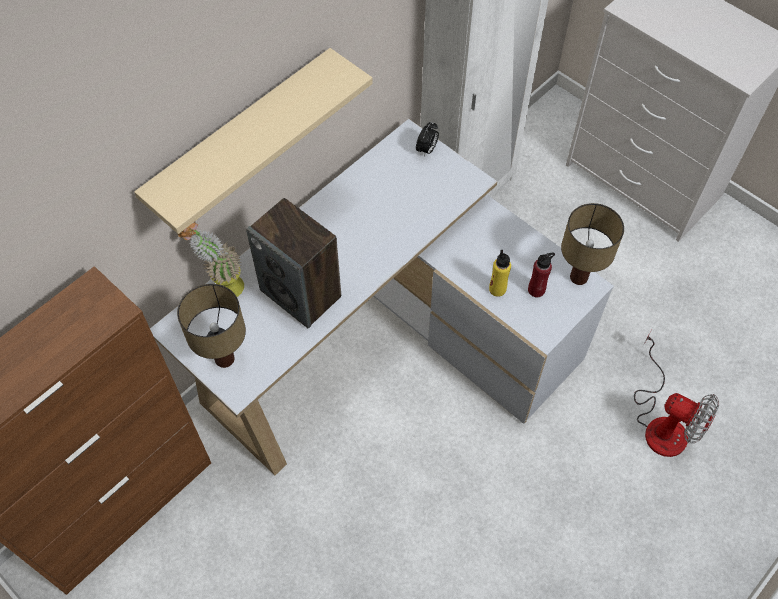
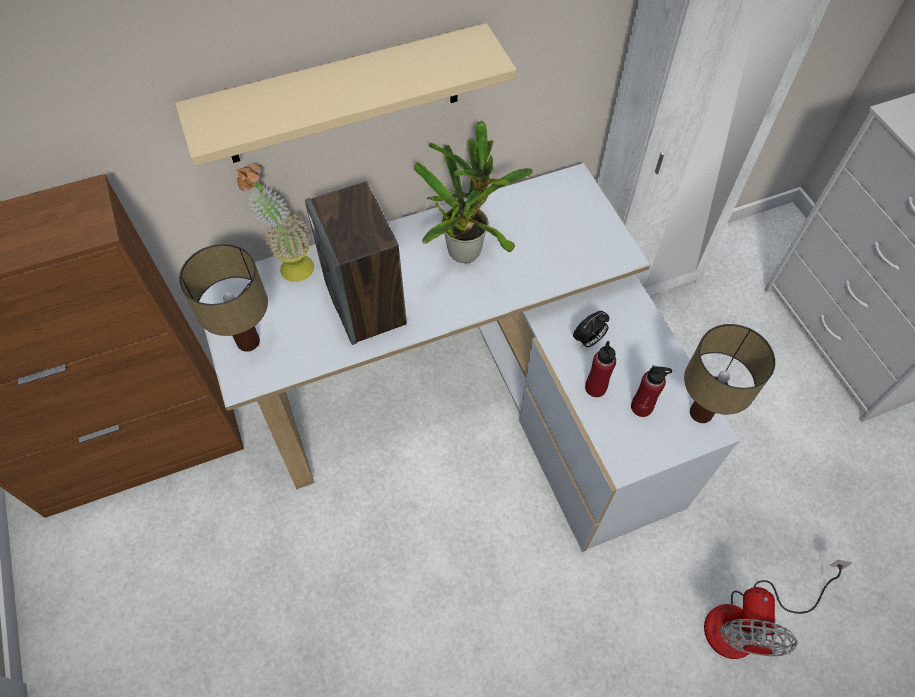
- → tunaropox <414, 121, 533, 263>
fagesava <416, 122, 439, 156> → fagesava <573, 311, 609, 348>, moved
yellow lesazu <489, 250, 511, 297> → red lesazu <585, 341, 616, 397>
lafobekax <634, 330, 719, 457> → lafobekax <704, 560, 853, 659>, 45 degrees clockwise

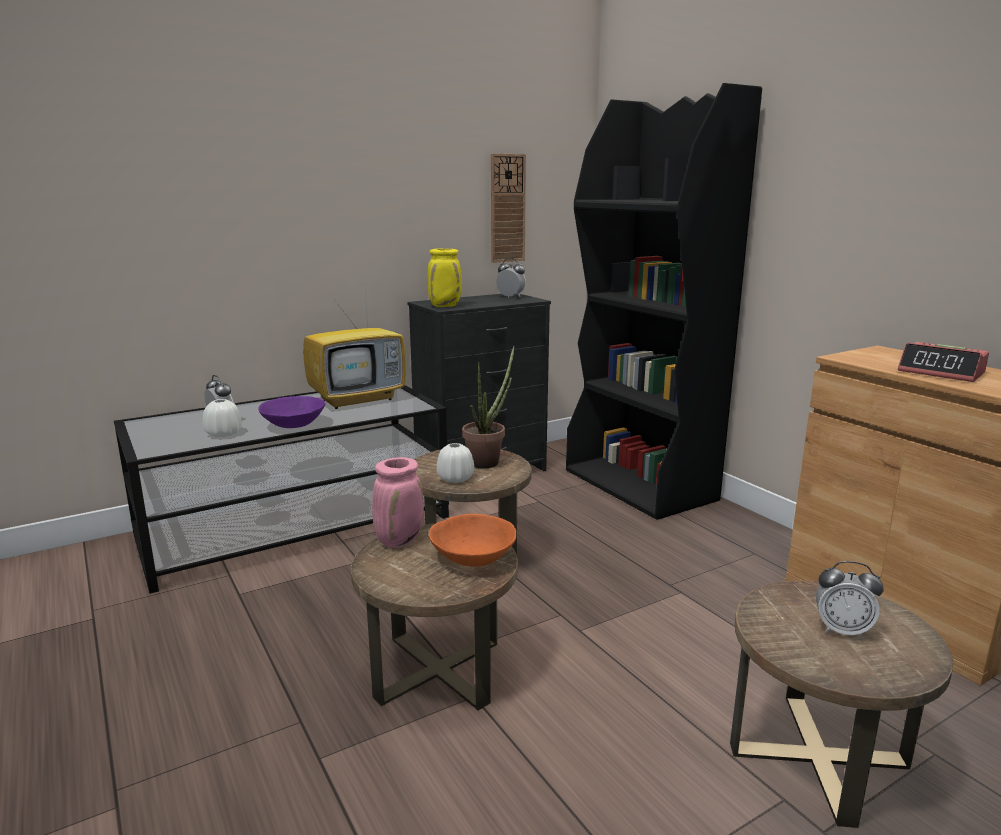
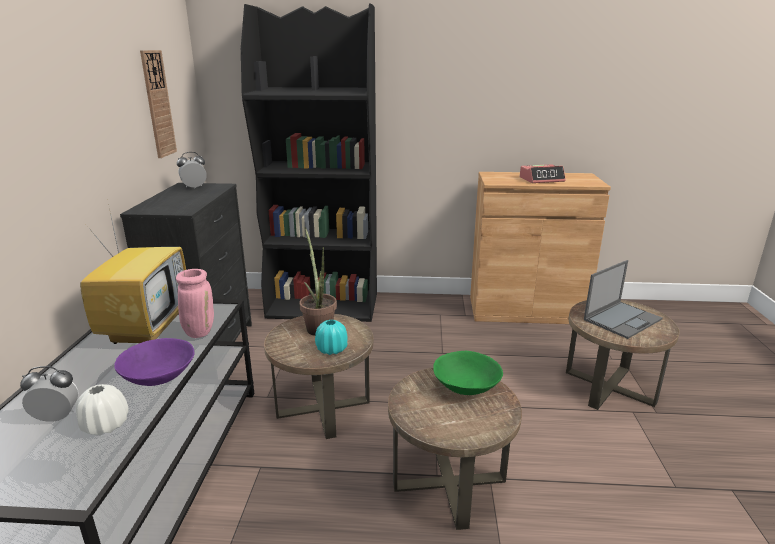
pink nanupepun <372, 457, 424, 548> → pink nanupepun <176, 269, 214, 338>, moved
white nanupepun <437, 443, 474, 483> → turquoise nanupepun <315, 320, 348, 355>
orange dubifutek <429, 514, 516, 567> → green dubifutek <433, 351, 503, 395>
fagesava <816, 561, 884, 639> → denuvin <584, 260, 663, 339>
yellow nanupepun <428, 248, 462, 307> → -

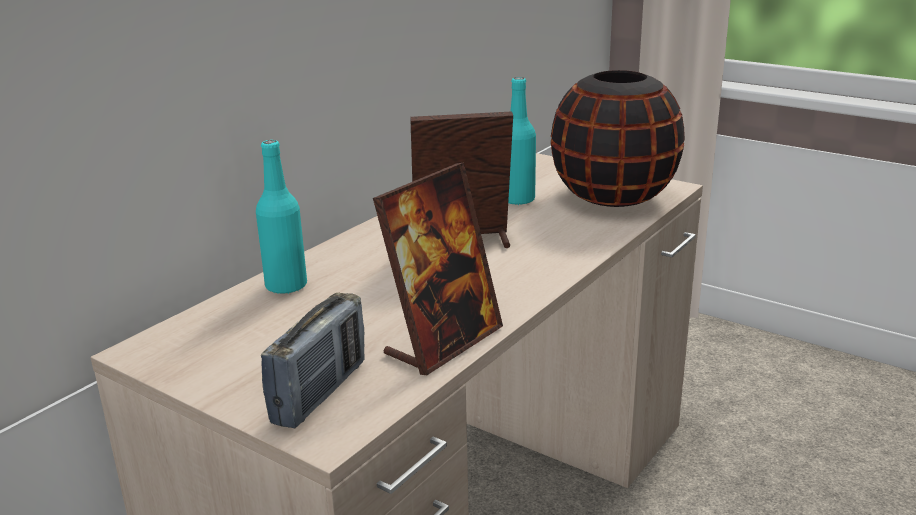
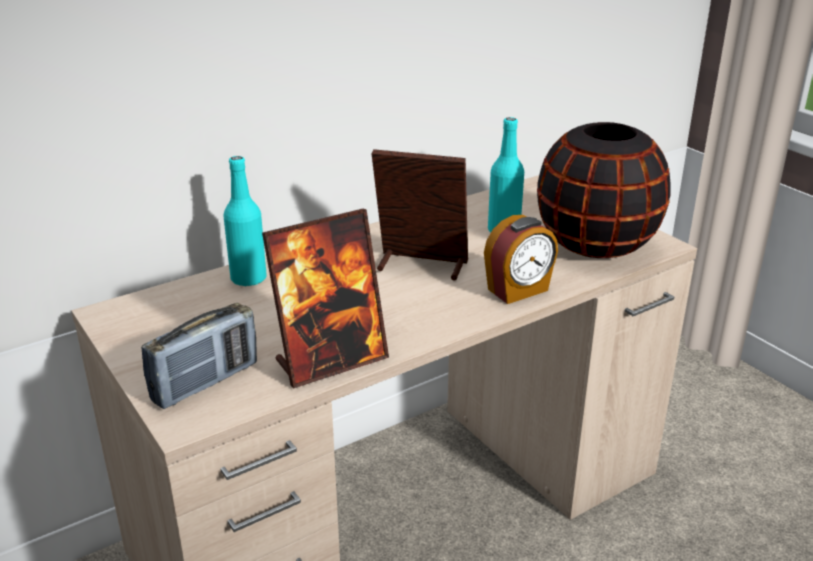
- → fagesava <484, 215, 558, 304>

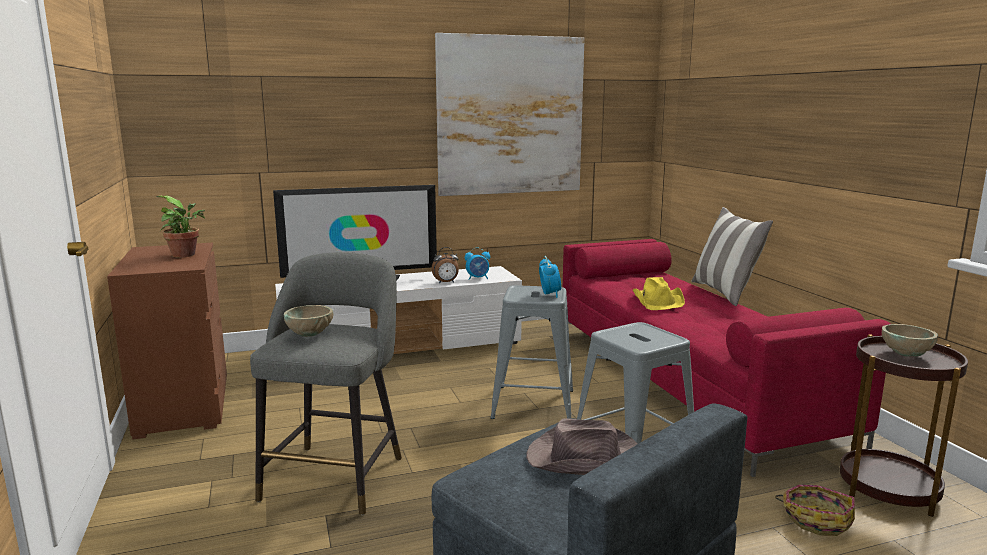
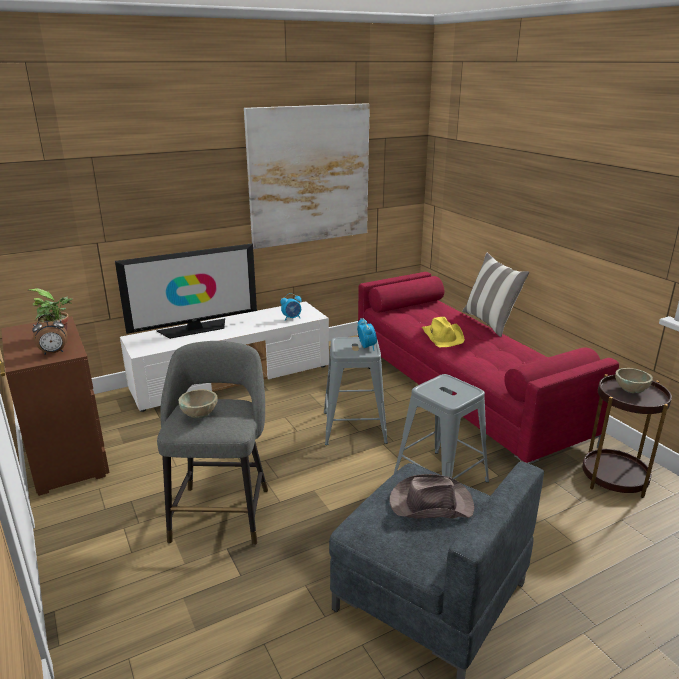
fagesava <431, 247, 459, 284> → fagesava <32, 314, 68, 355>, moved
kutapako <775, 485, 855, 536> → -

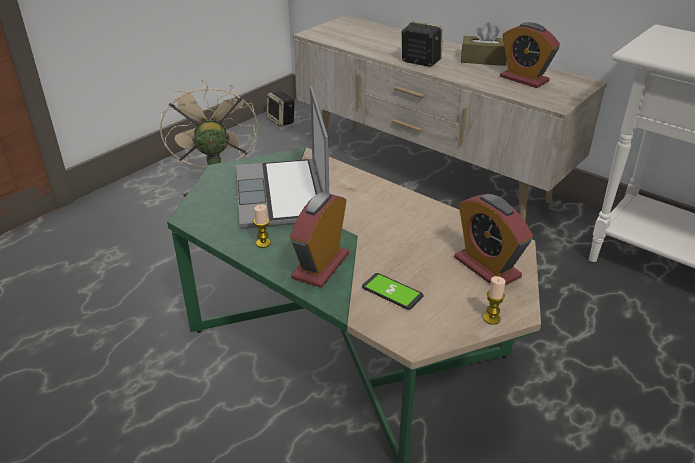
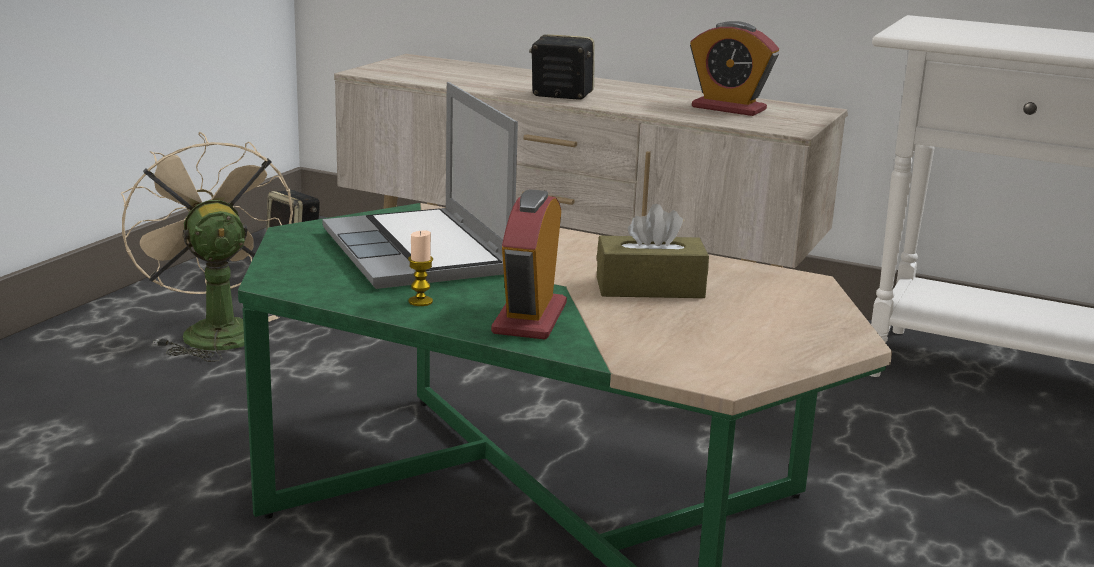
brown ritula <461, 23, 507, 66> → brown ritula <597, 204, 709, 298>, moved
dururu <362, 273, 424, 310> → -
fagesava <454, 194, 533, 285> → -
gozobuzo <483, 276, 506, 325> → -

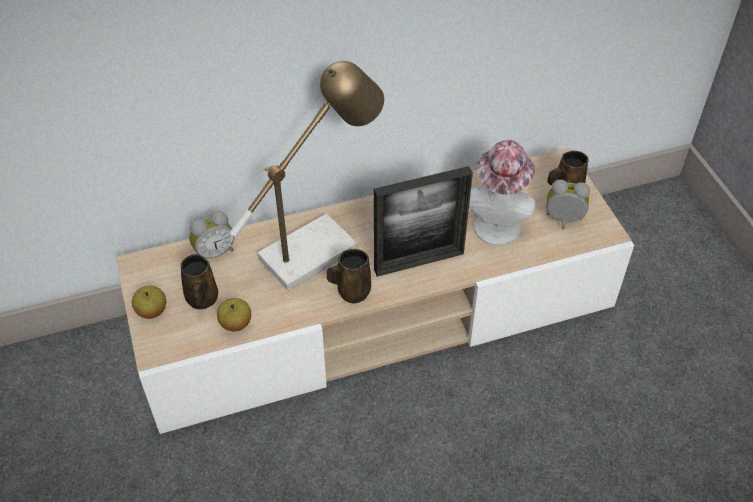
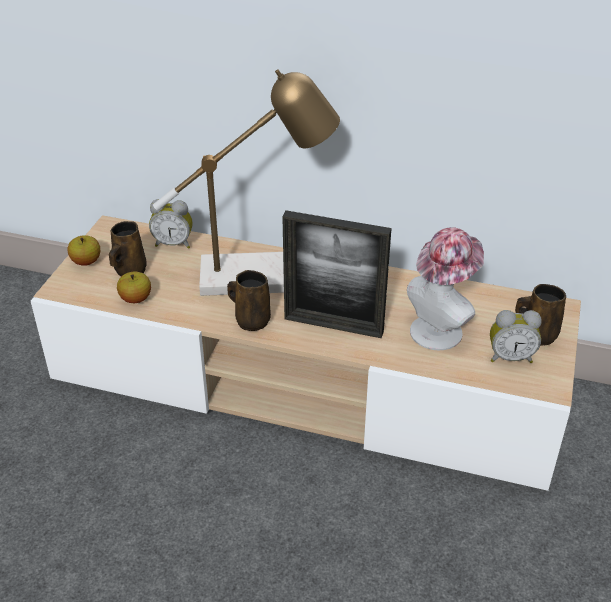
fagesava <546, 179, 590, 230> → fagesava <490, 310, 542, 363>, 135 degrees clockwise

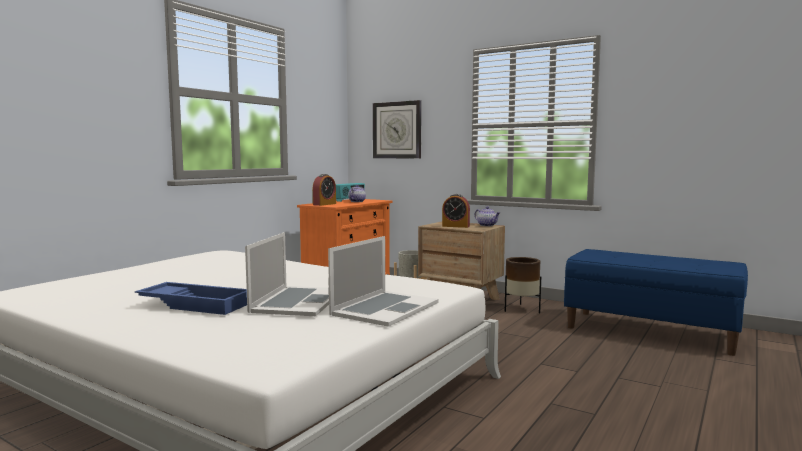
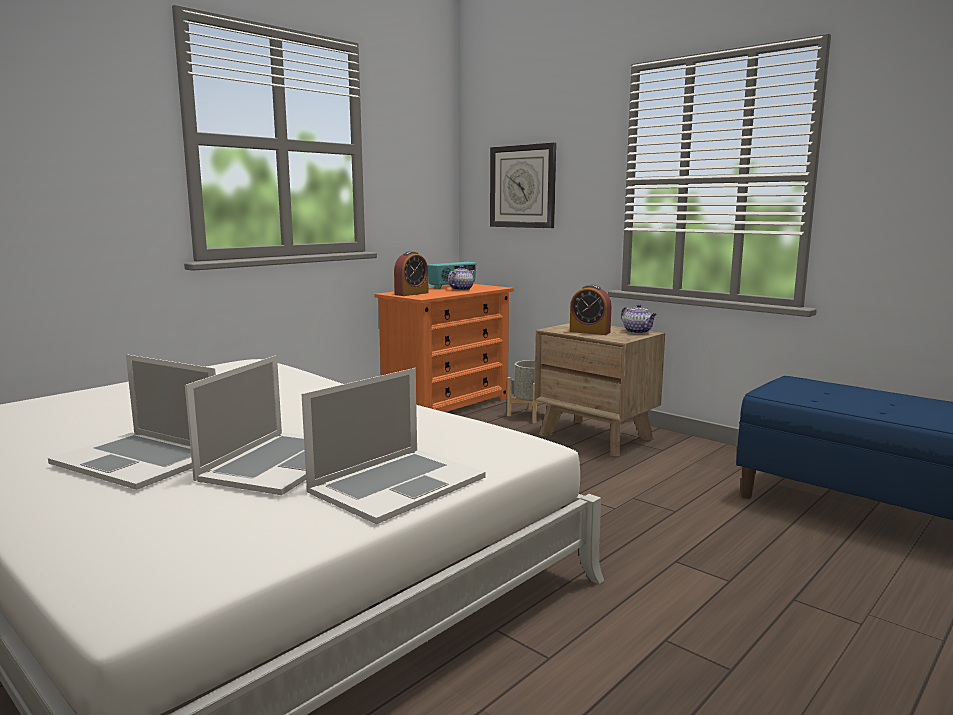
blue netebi <135, 282, 247, 315> → denuvin <48, 354, 216, 490>
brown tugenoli <505, 257, 541, 313> → -

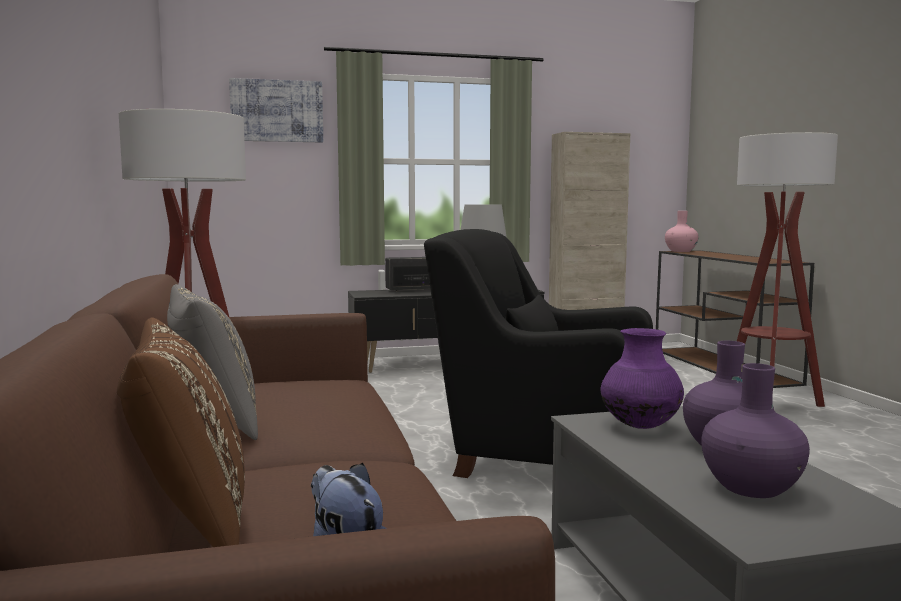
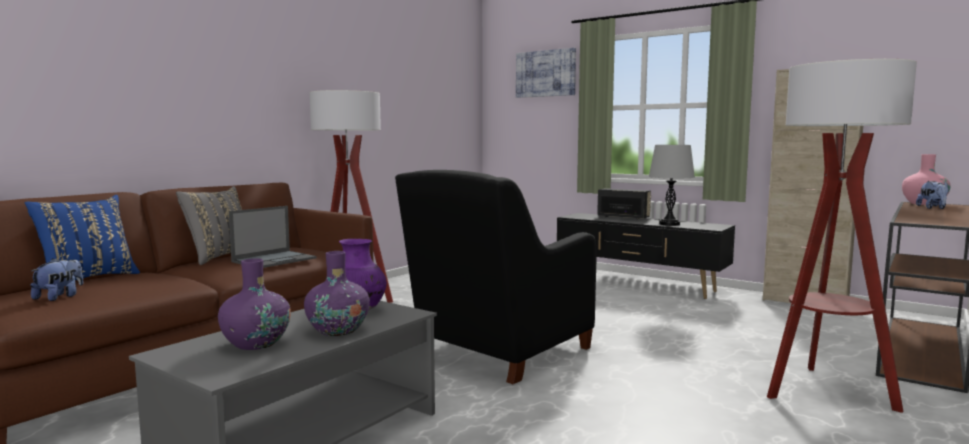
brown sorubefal <117, 318, 245, 547> → blue sorubefal <25, 195, 140, 280>
- → denuvin <229, 206, 317, 268>
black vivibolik <424, 229, 653, 478> → black vivibolik <395, 170, 597, 384>, 120 degrees counterclockwise
- → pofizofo <916, 181, 949, 209>

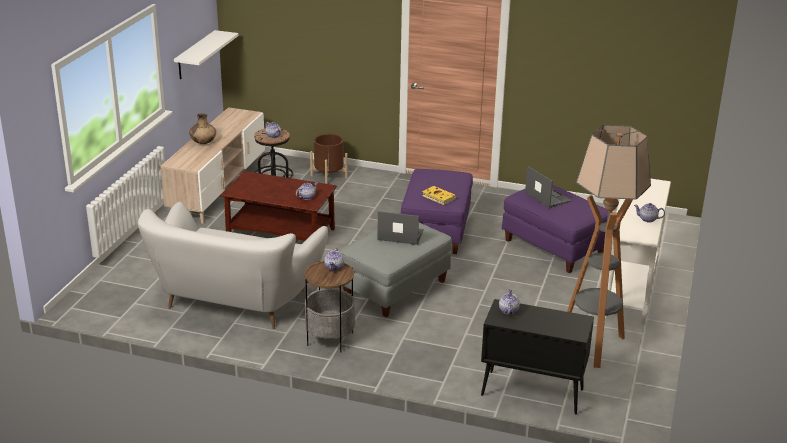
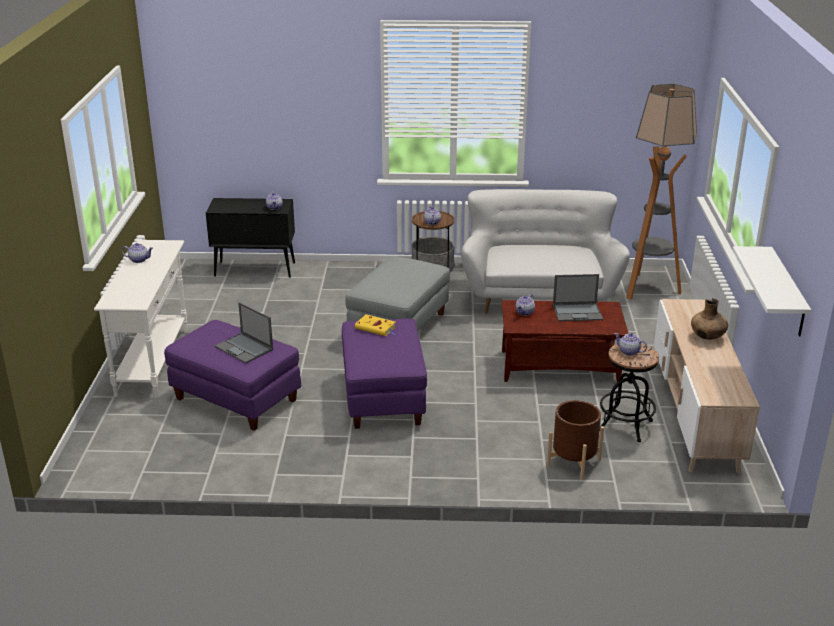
denuvin <377, 211, 424, 245> → denuvin <553, 274, 603, 321>, moved
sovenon <567, 125, 651, 368> → sovenon <626, 84, 697, 300>, moved

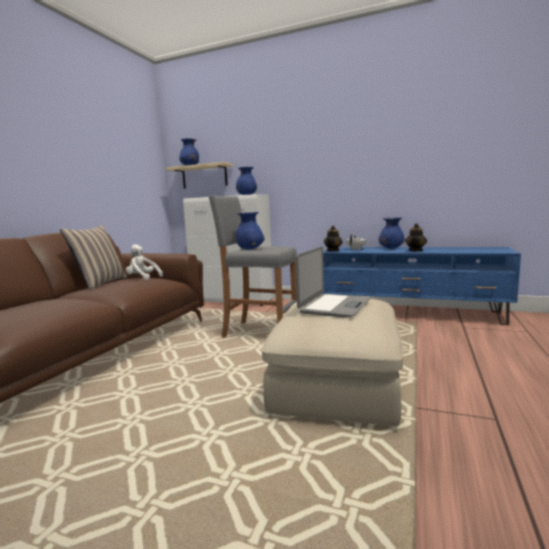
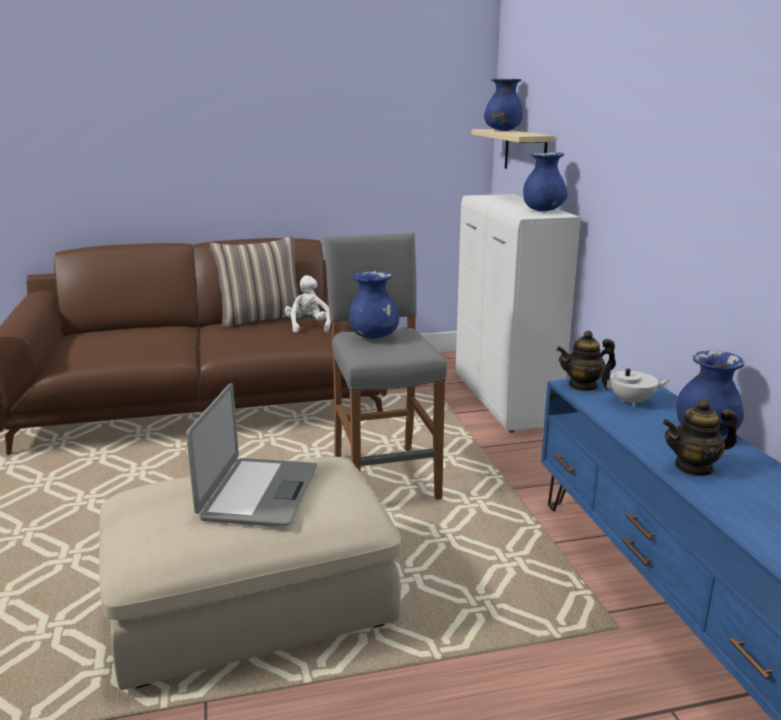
denuvin <295, 247, 371, 317> → denuvin <186, 383, 317, 526>, 75 degrees counterclockwise

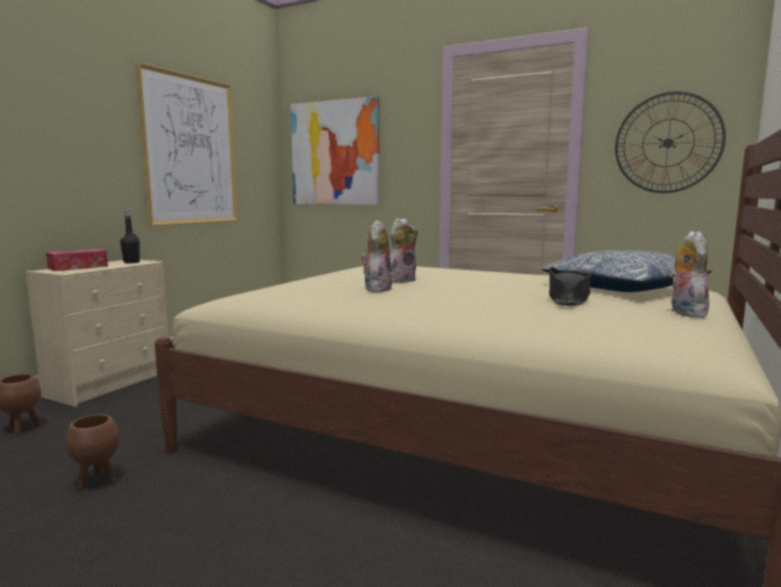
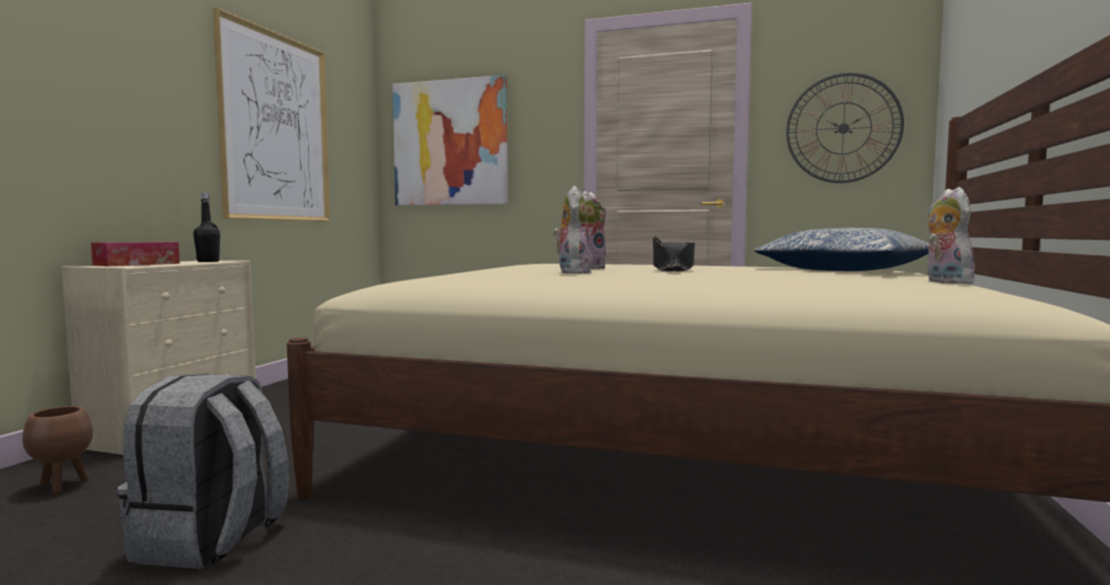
brown tugenoli <66, 414, 120, 490> → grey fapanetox <117, 374, 289, 569>
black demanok <549, 267, 591, 306> → black demanok <653, 236, 695, 272>, moved

